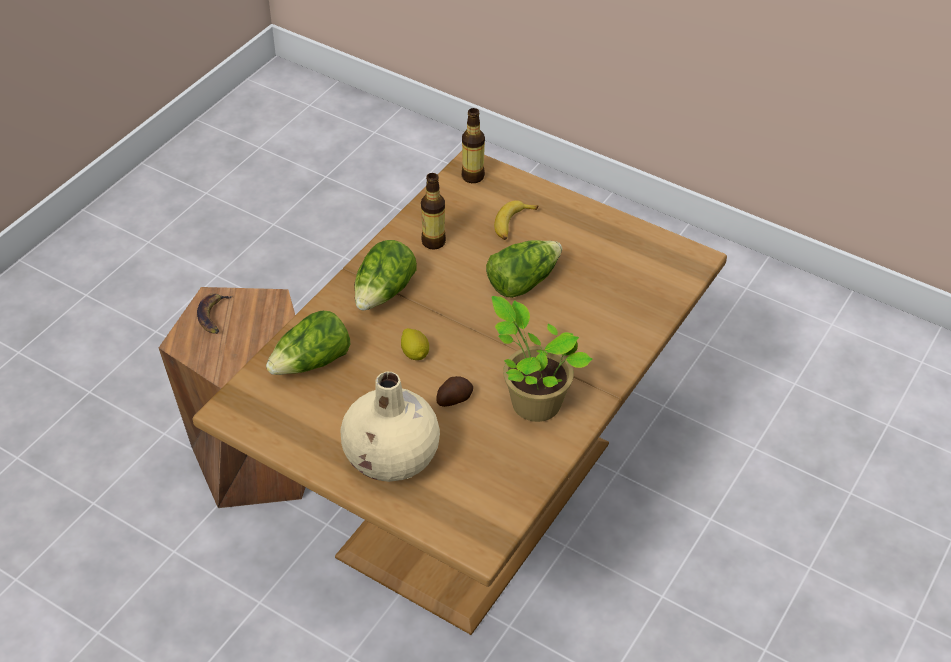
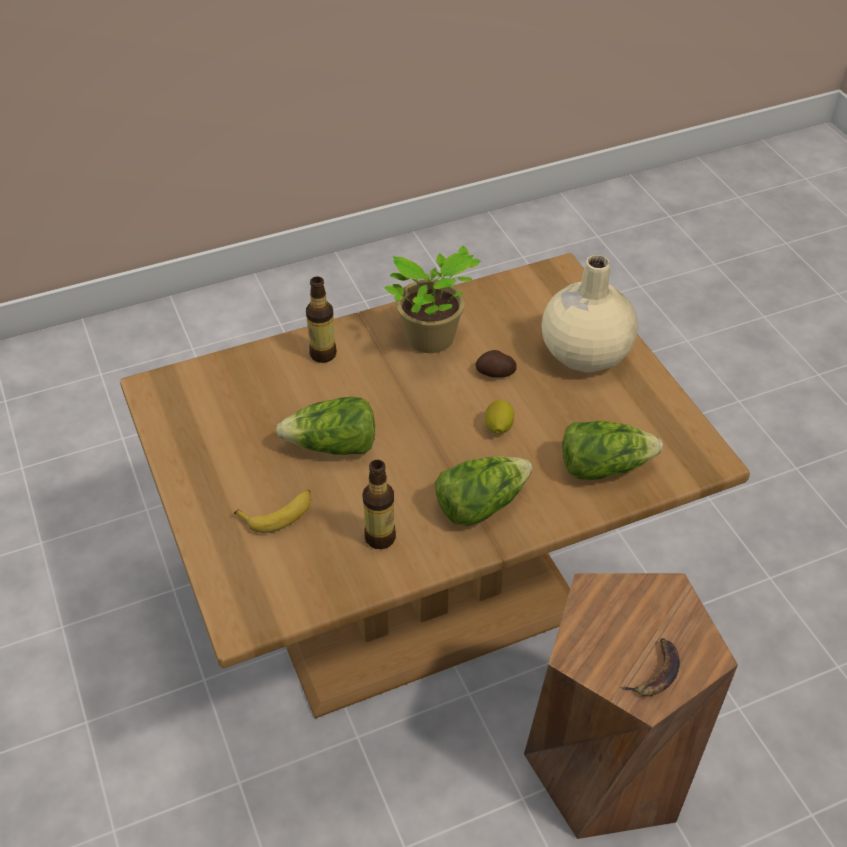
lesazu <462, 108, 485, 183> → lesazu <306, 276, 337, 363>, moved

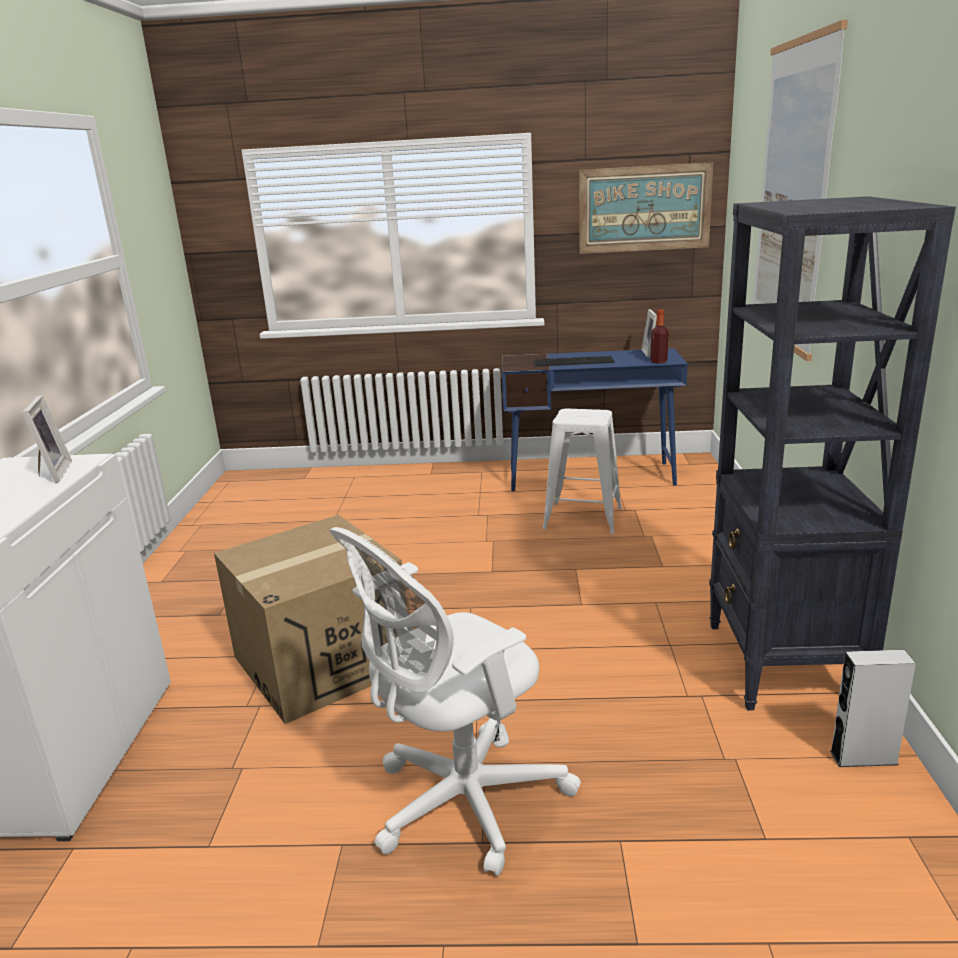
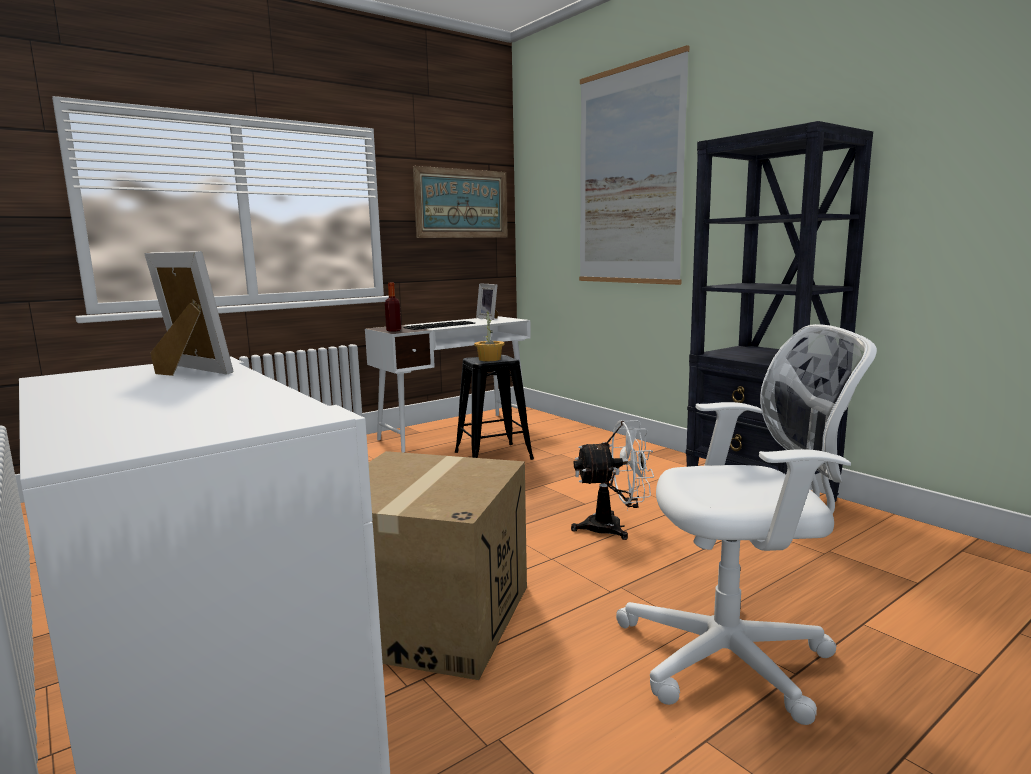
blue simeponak <502, 348, 688, 491> → white simeponak <365, 316, 531, 453>
lesazu <650, 310, 669, 364> → lesazu <385, 283, 401, 332>, moved
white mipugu <543, 408, 622, 534> → black mipugu <455, 355, 534, 460>
- → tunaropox <474, 311, 505, 361>
- → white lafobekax <571, 420, 654, 540>
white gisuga <329, 527, 581, 876> → white gisuga <616, 324, 877, 725>, 105 degrees counterclockwise
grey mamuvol <830, 650, 916, 767> → -

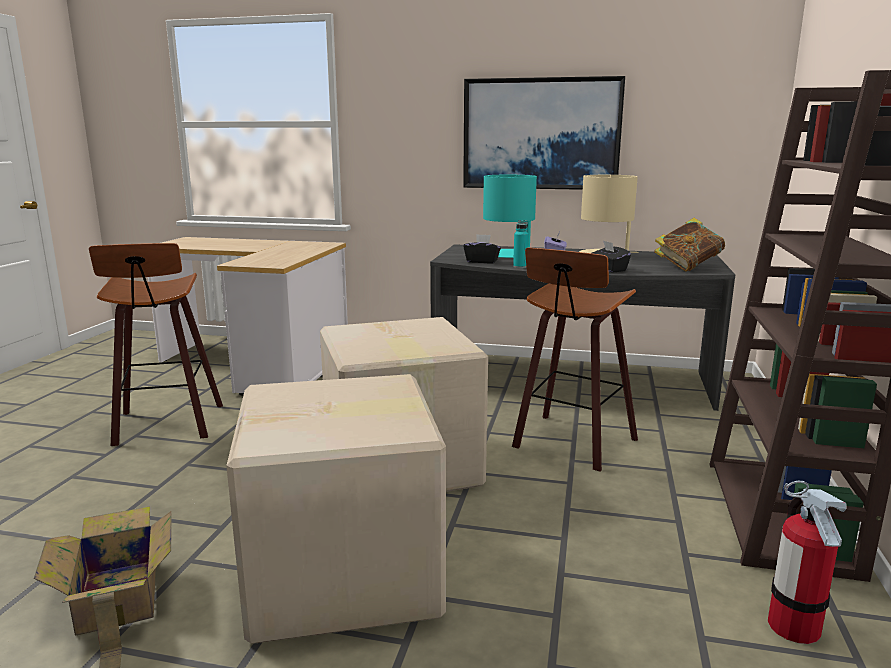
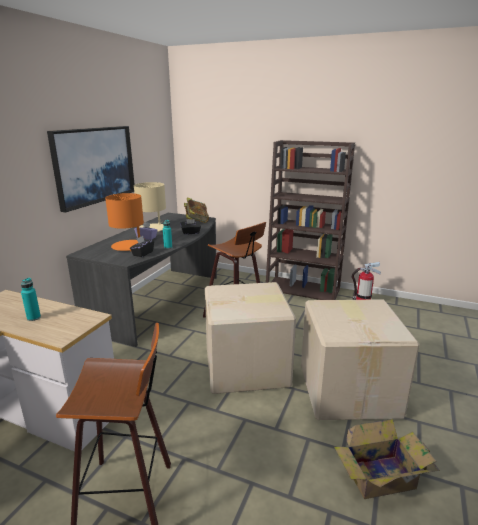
- → turquoise lesazu <21, 278, 41, 321>
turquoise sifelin <483, 175, 537, 258> → orange sifelin <105, 193, 145, 251>

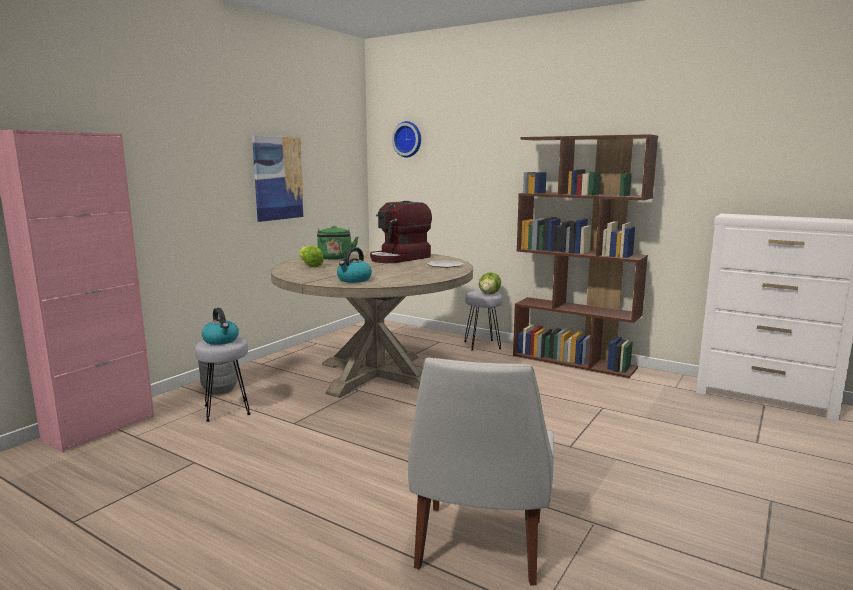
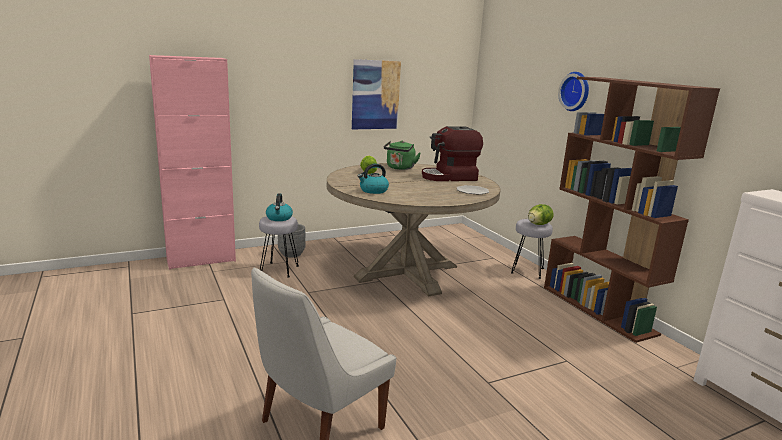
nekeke <392, 121, 421, 158> → nekeke <558, 72, 589, 111>, moved

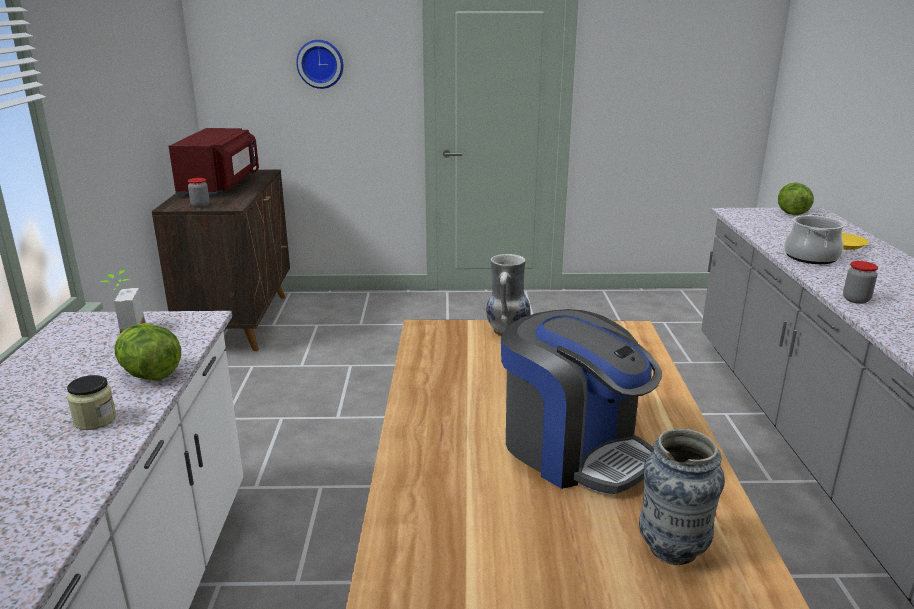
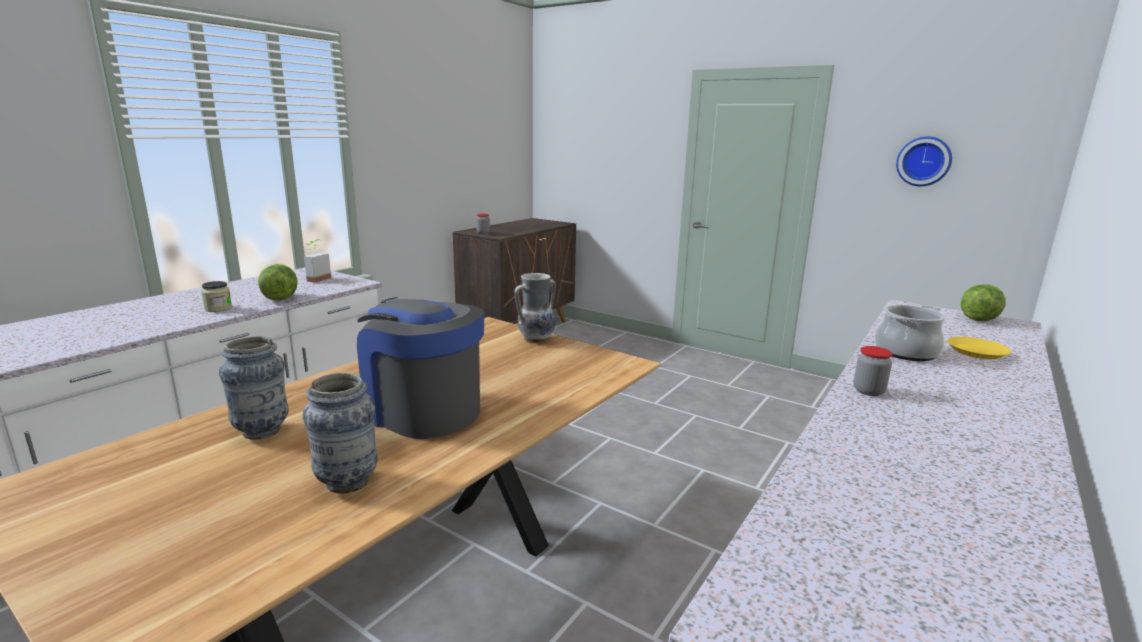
- → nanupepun <219, 336, 289, 440>
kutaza <501, 309, 662, 494> → kutaza <357, 297, 484, 439>, 135 degrees clockwise
nekeke <296, 40, 343, 89> → nekeke <896, 136, 952, 186>, moved
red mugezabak <169, 128, 259, 194> → -

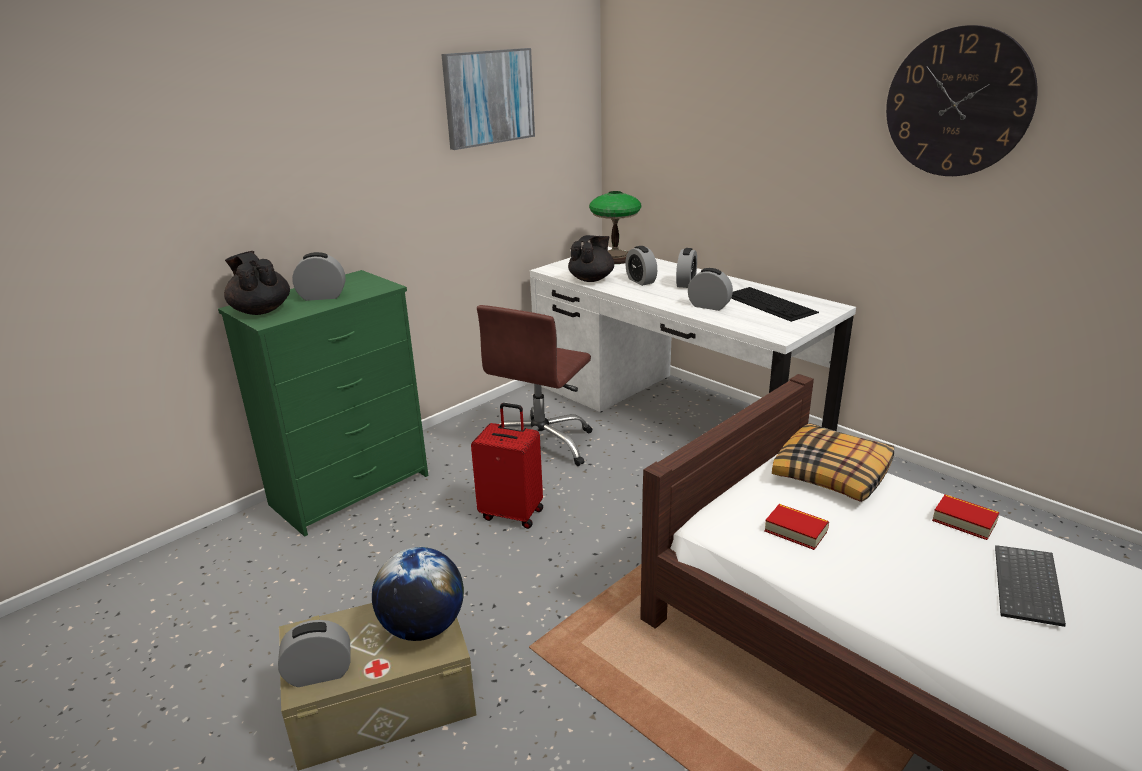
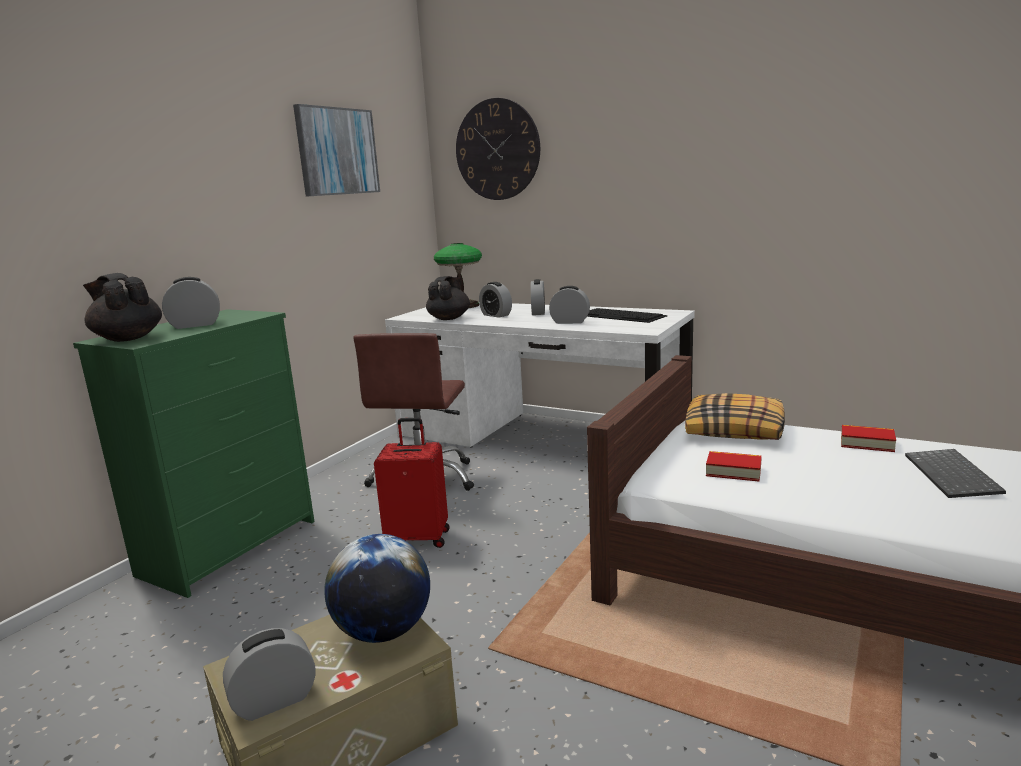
nekeke <886, 25, 1038, 176> → nekeke <456, 98, 540, 200>, moved

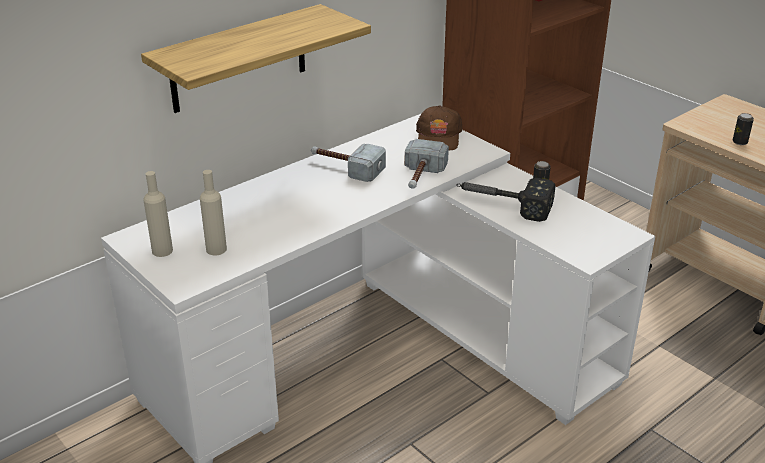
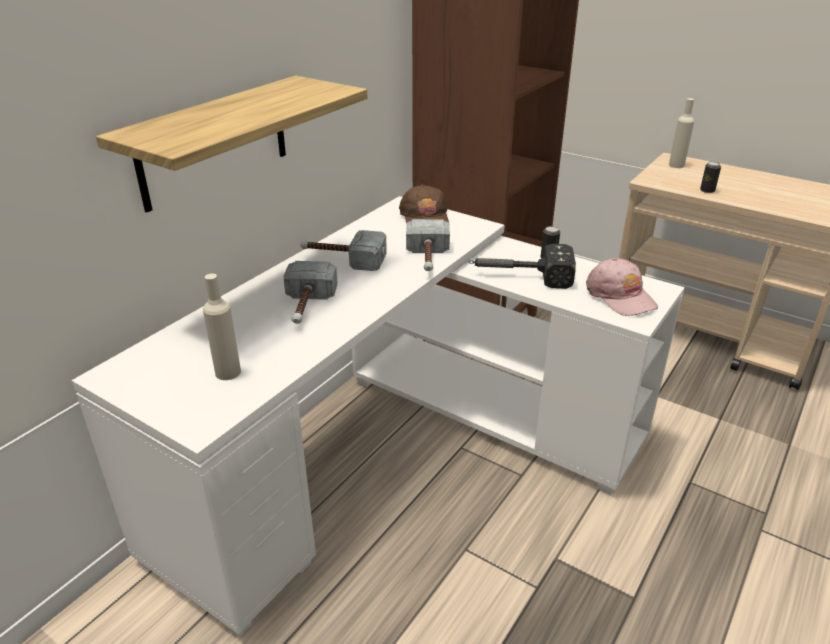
- → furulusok <284, 261, 337, 324>
- → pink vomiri <586, 258, 658, 316>
beige lesazu <143, 171, 173, 257> → beige lesazu <669, 98, 694, 168>, moved

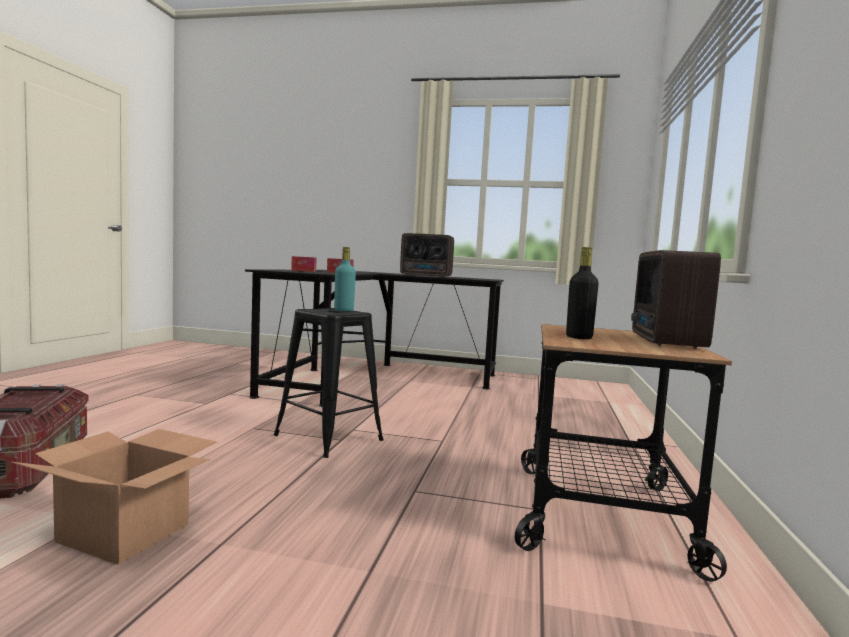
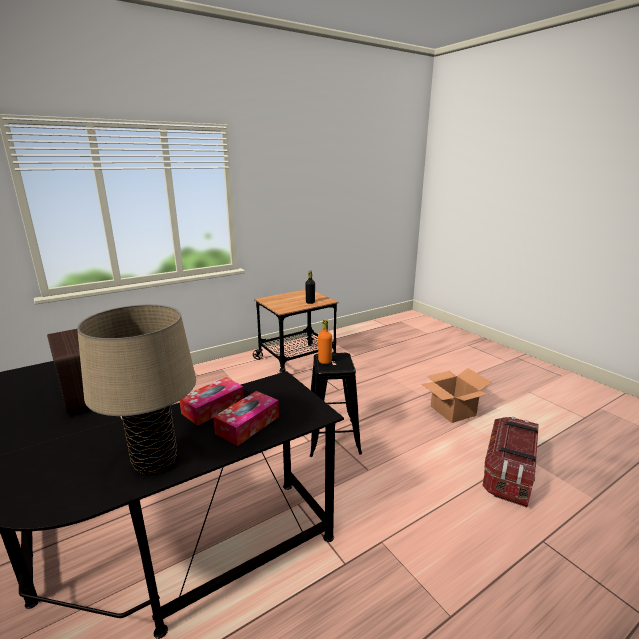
- → beige sifelin <77, 304, 196, 474>
turquoise lesazu <334, 247, 356, 311> → orange lesazu <318, 319, 332, 364>
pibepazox <631, 250, 721, 349> → -

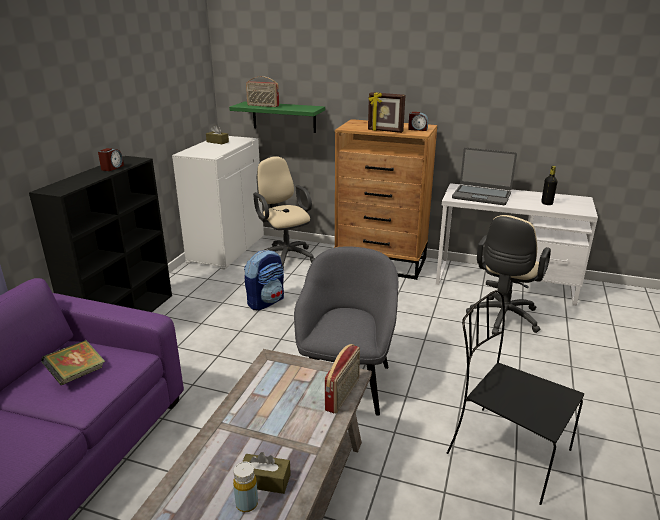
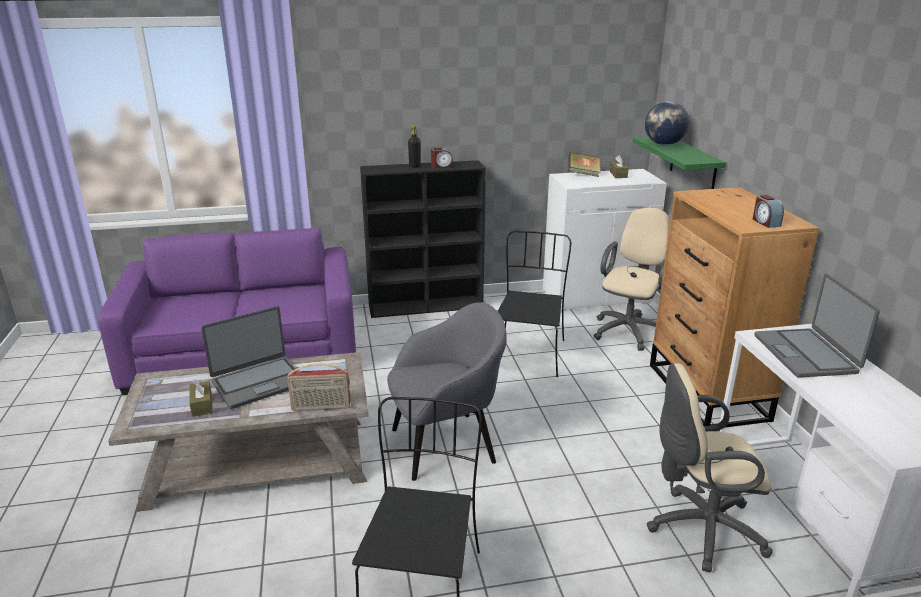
- → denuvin <201, 306, 298, 409>
black lesazu <541, 166, 558, 205> → black lesazu <408, 125, 421, 168>, moved
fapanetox <244, 249, 284, 310> → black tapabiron <498, 231, 571, 377>
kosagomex <41, 340, 105, 385> → kosagomex <568, 153, 601, 177>, moved
pibepazox <246, 76, 279, 107> → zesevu <645, 101, 689, 145>
yellow lesazu <233, 462, 258, 512> → -
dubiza <368, 92, 405, 133> → -

